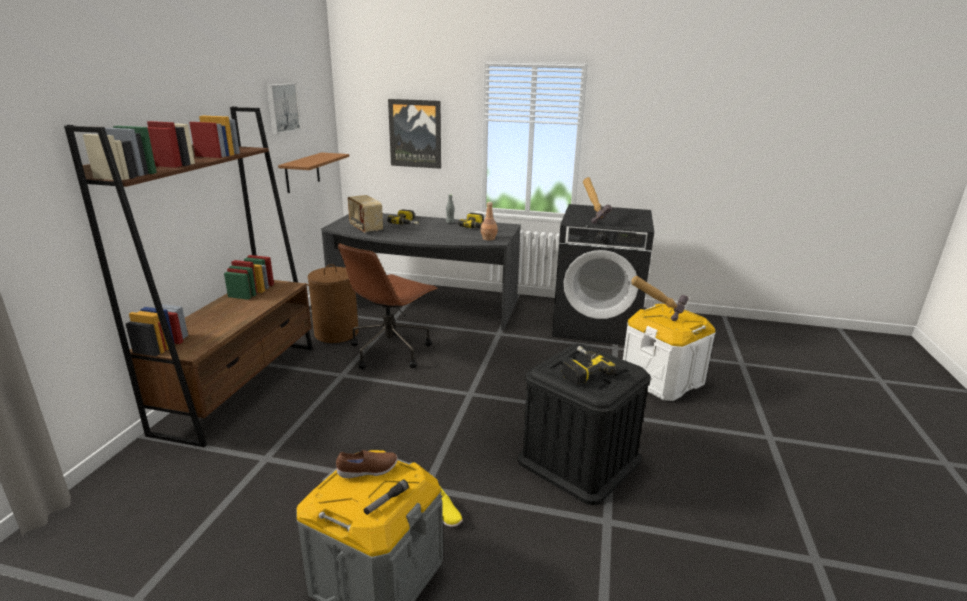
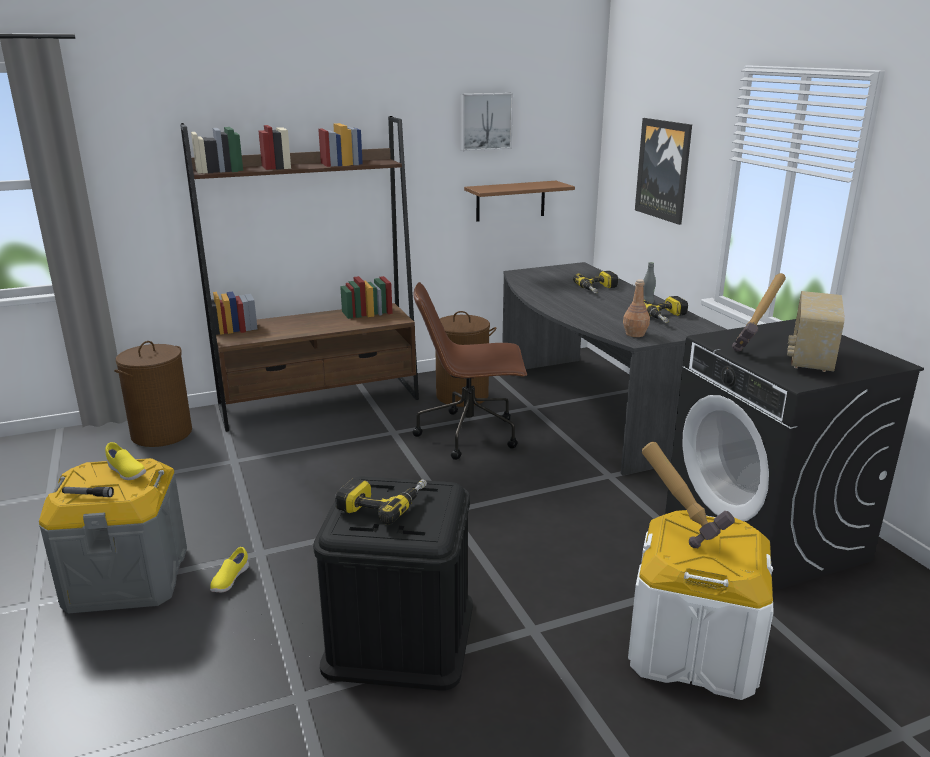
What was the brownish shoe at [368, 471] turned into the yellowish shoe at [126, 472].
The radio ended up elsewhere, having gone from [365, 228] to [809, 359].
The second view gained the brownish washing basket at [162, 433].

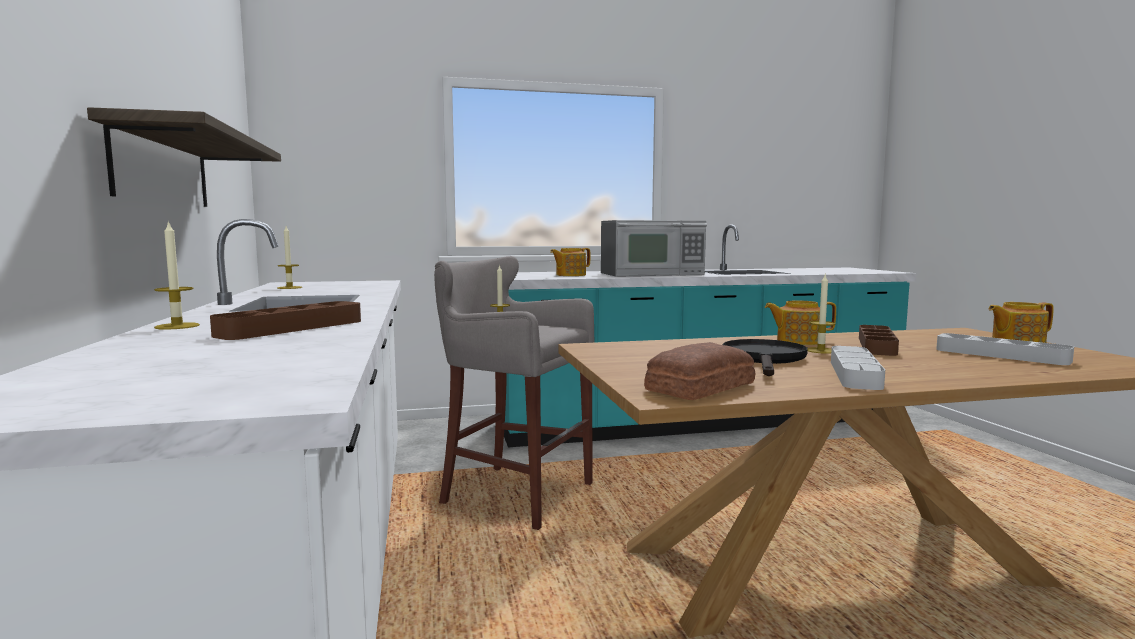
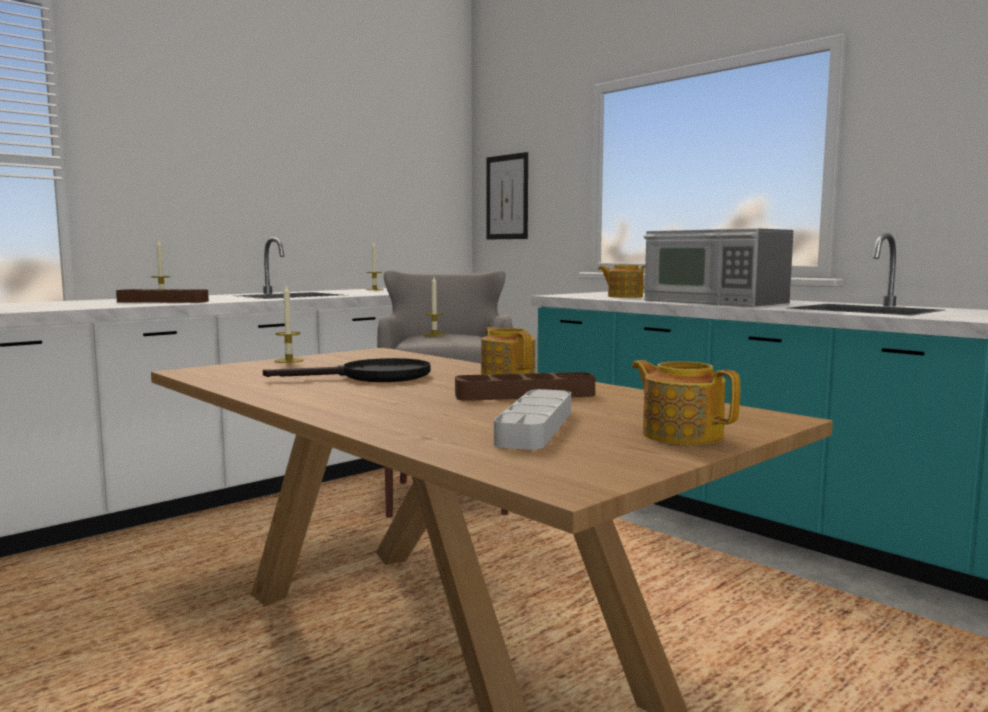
The second view lost the shelf at [163, 168].
The second view lost the bread at [697, 386].
The candle ended up elsewhere, having gone from [820, 350] to [289, 361].
The second view lost the gray serving tray at [855, 374].
The second view gained the wall picture at [507, 197].

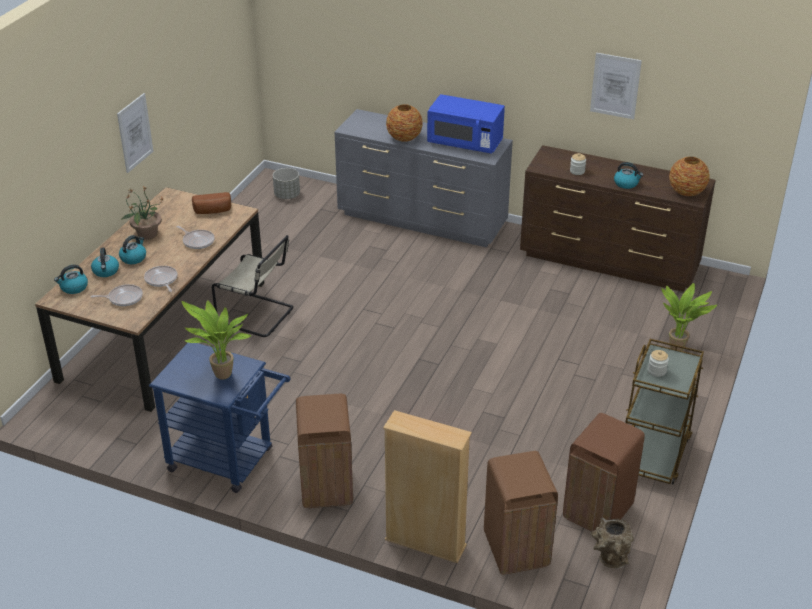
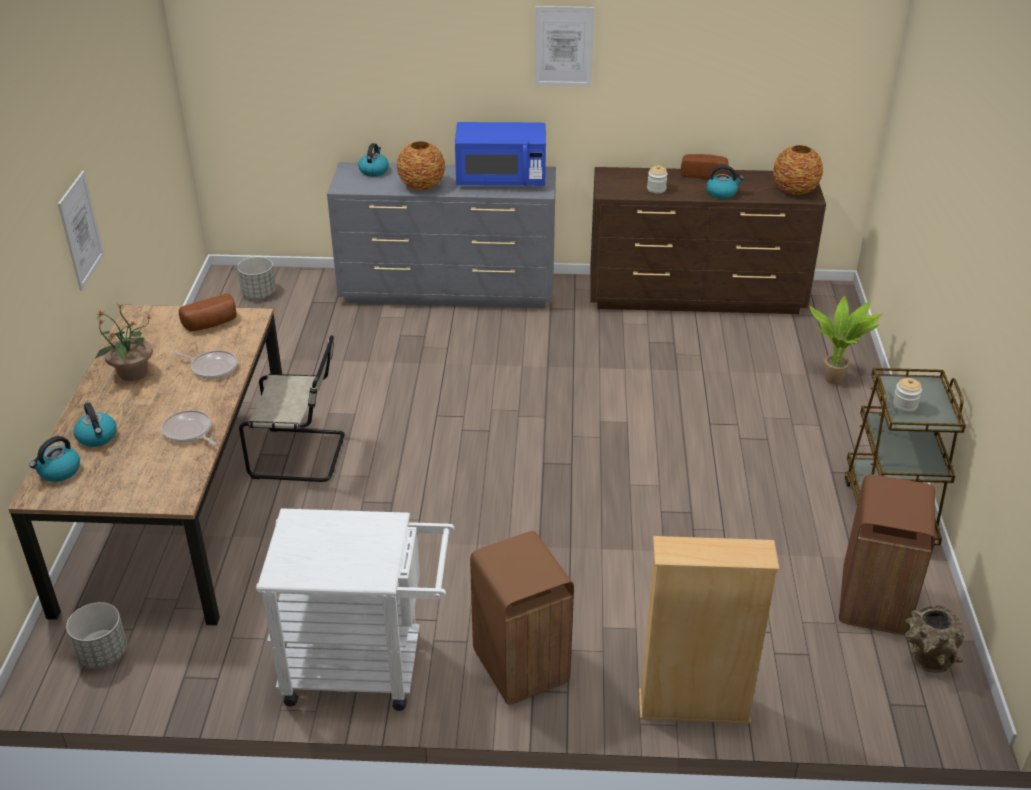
The second view lost the skillet at [123, 298].
The kettle ended up elsewhere, having gone from [133, 258] to [374, 171].
What was the bluish trolley at [229, 461] turned into the white-coloured trolley at [366, 668].
The second view lost the houseplant at [221, 377].
The second view lost the brownish trash can at [515, 549].
The wall picture ended up elsewhere, having gone from [615, 86] to [563, 46].
The second view gained the gray planter at [102, 653].
The second view gained the bread at [703, 174].

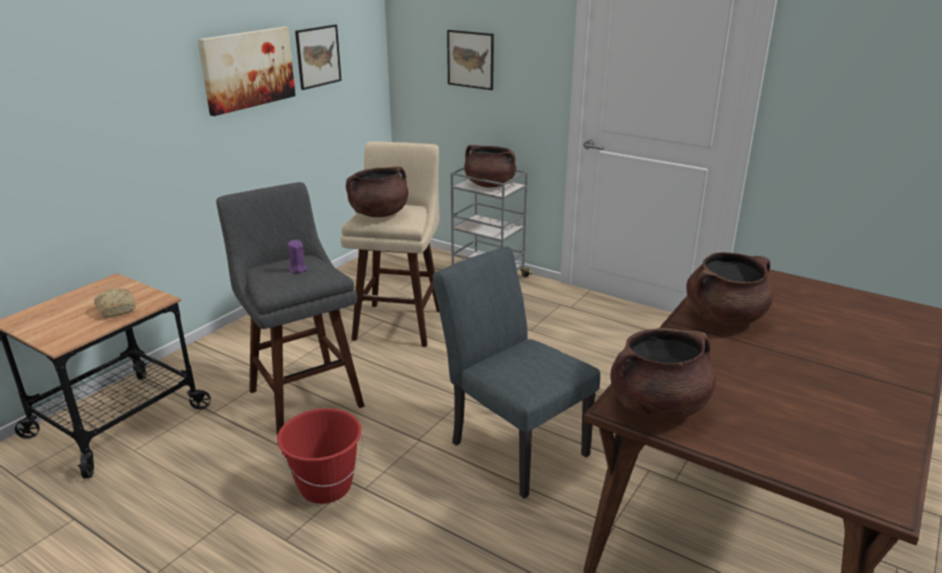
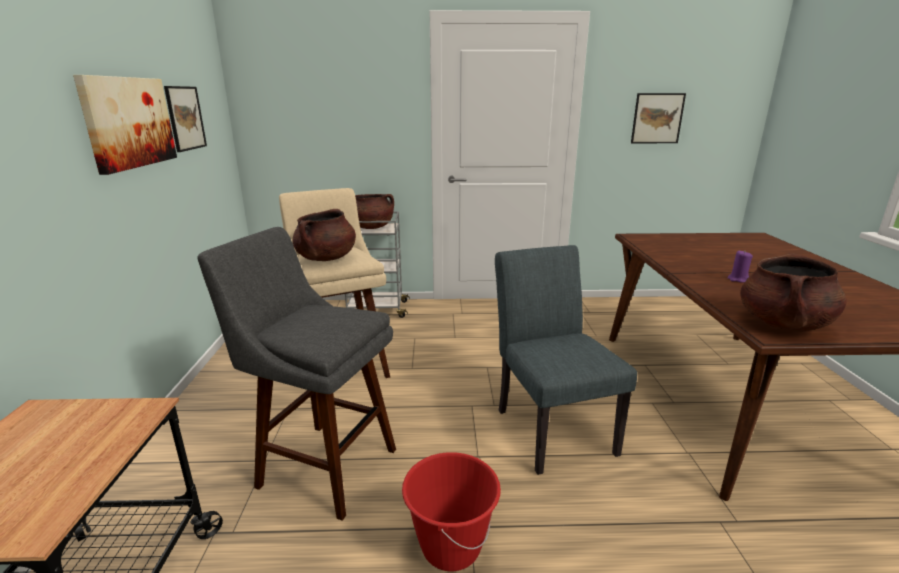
The second view lost the bread at [117, 309].
The purple candle ended up elsewhere, having gone from [297, 269] to [737, 279].
The gray chair at [511, 444] ended up facing another way, 60 degrees clockwise from before.
The wall picture ended up elsewhere, having gone from [470, 59] to [657, 118].
The second view lost the brownish cooking pot at [724, 317].

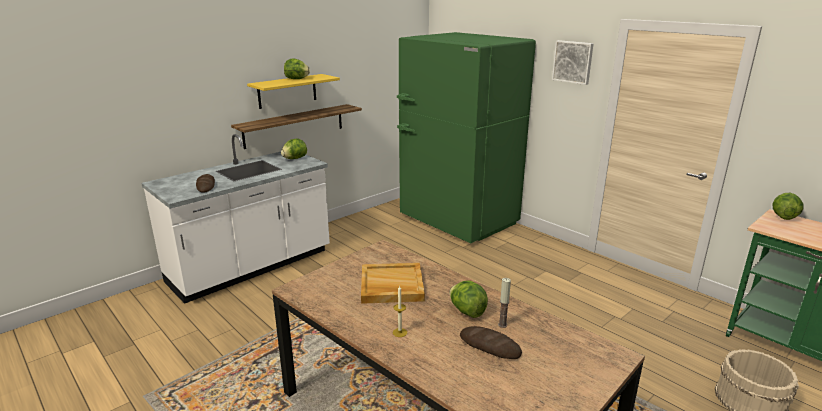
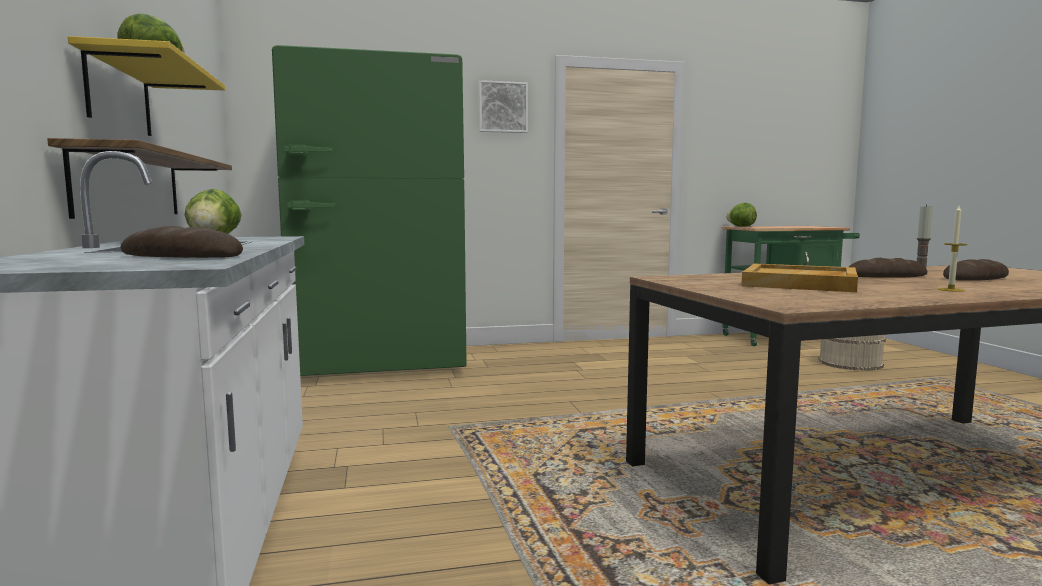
Where the lettuce head stood at [467, 311], the bread came to stand at [886, 276].

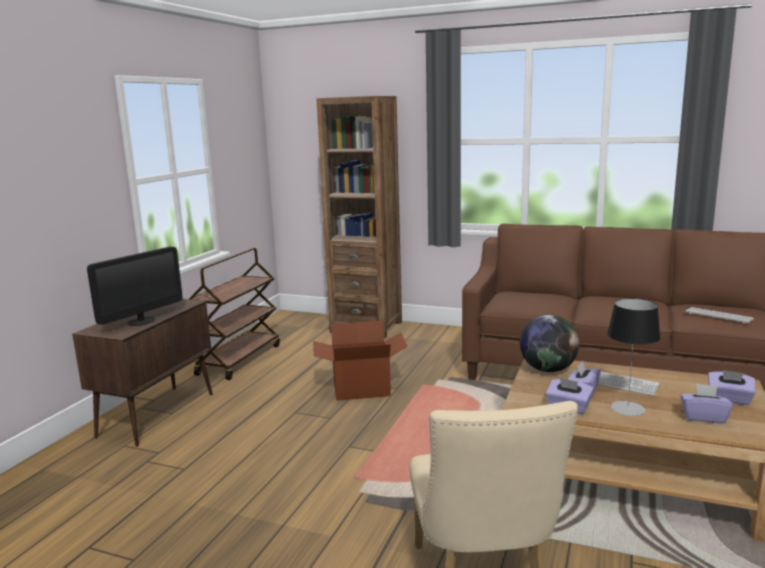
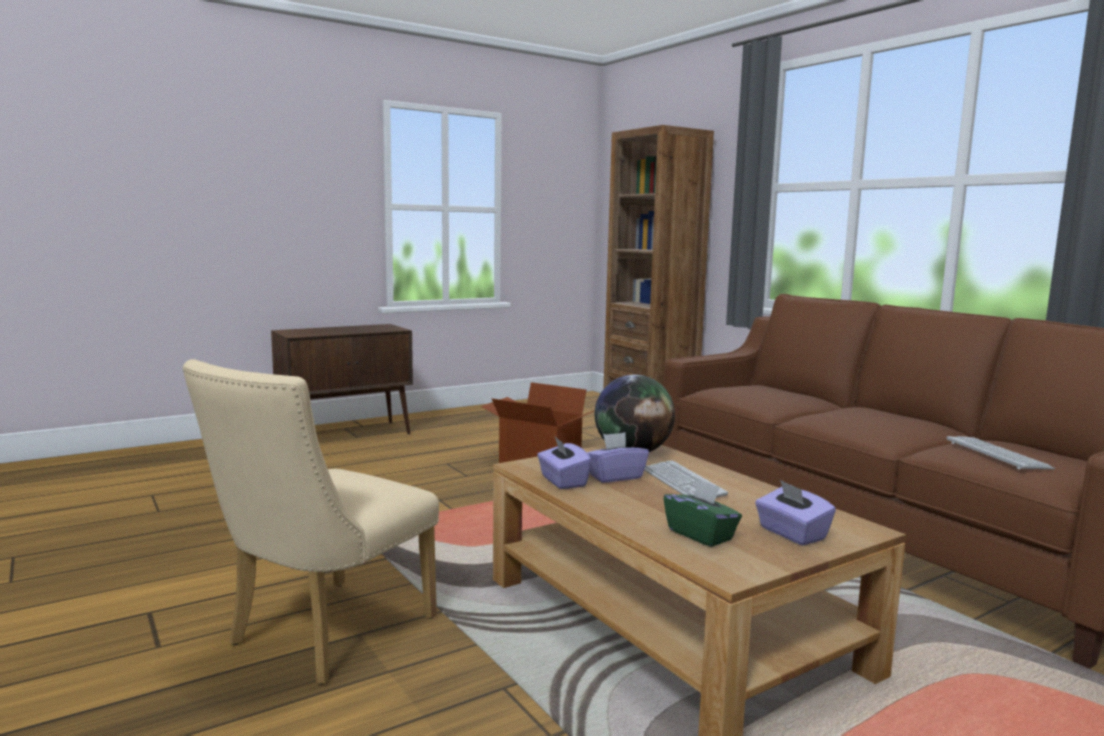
The second view lost the computer display at [141, 321].
The second view lost the brownish trolley at [239, 359].
The second view lost the table lamp at [627, 408].
What was the purple box of tissues at [703, 417] turned into the green-coloured box of tissues at [701, 535].

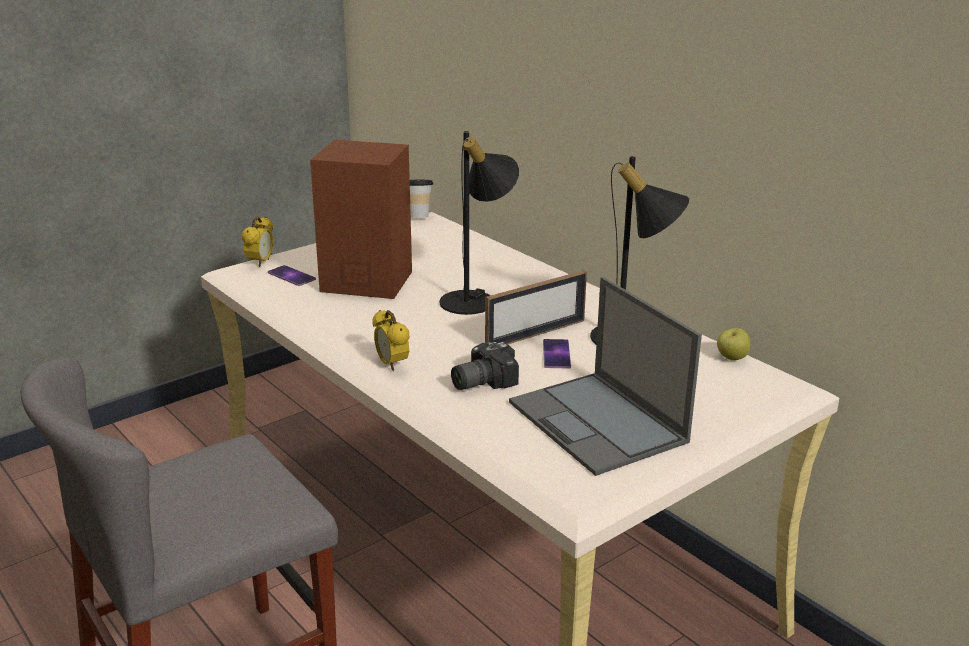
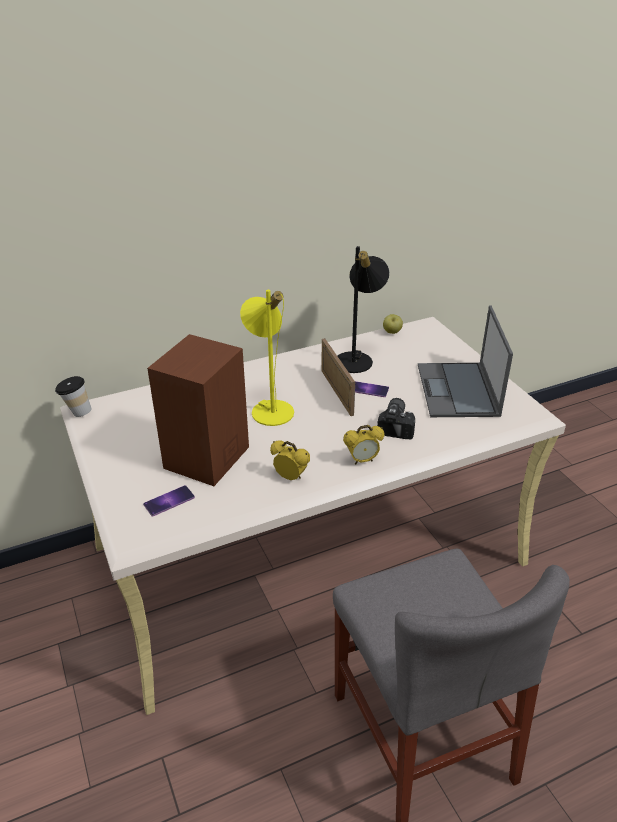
The alarm clock ended up elsewhere, having gone from [260, 262] to [290, 477].
What was the black-coloured table lamp at [476, 300] turned into the yellowish table lamp at [270, 408].
The still camera at [480, 381] ended up facing another way, 150 degrees counterclockwise from before.
The notebook computer at [599, 423] ended up facing another way, 105 degrees clockwise from before.

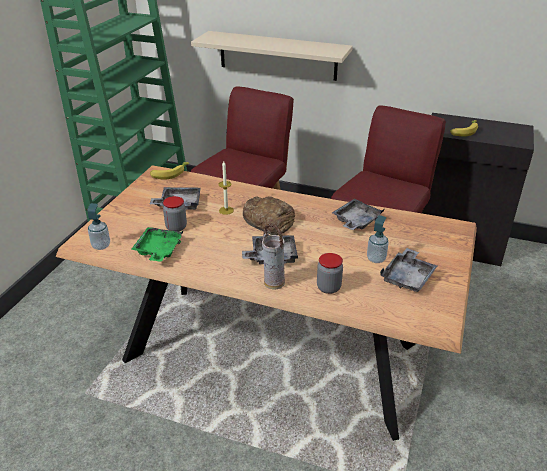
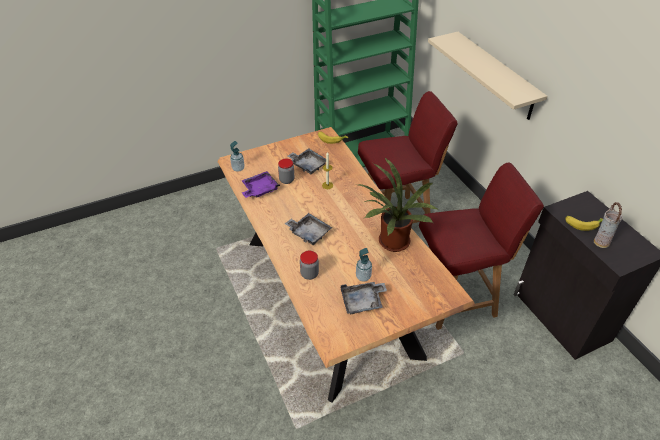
What was the green-coloured serving tray at [158, 250] turned into the purple serving tray at [259, 189].
The second view lost the bread at [269, 220].
The flower vase ended up elsewhere, having gone from [273, 283] to [600, 242].
Where the gray serving tray stood at [356, 221], the houseplant came to stand at [391, 243].

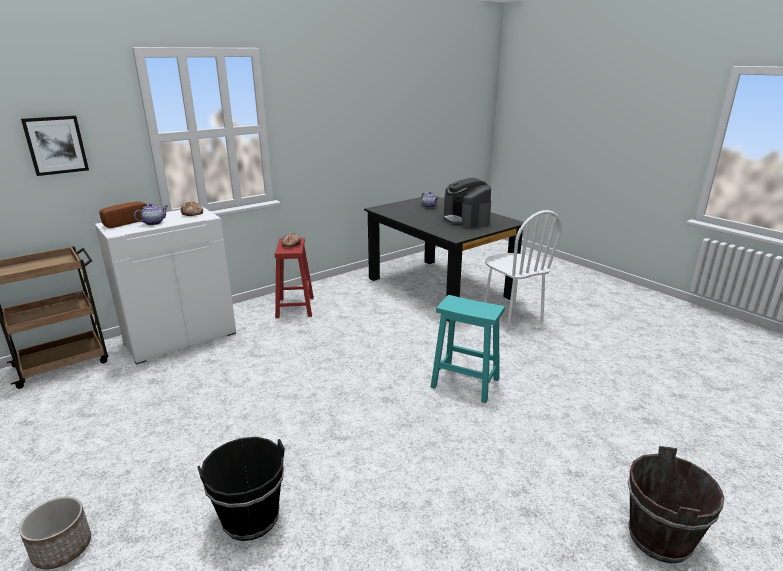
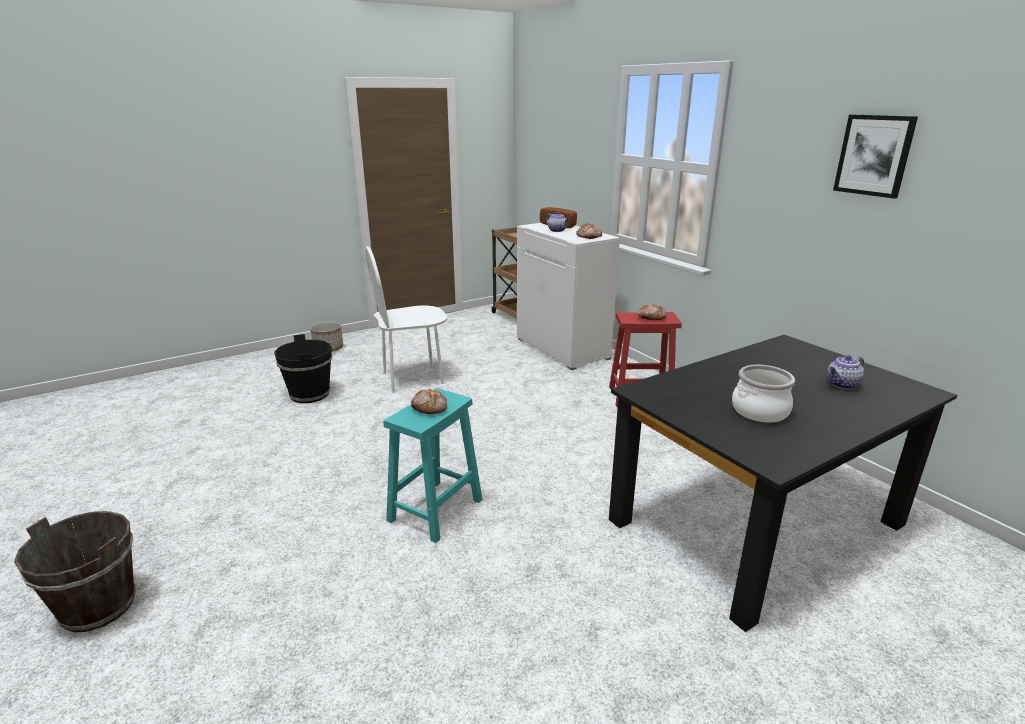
The wall picture ended up elsewhere, having gone from [56, 145] to [874, 155].
Where the coffee brewer stood at [466, 220], the cooking pot came to stand at [760, 411].
The white-coloured chair ended up elsewhere, having gone from [511, 317] to [413, 378].
The second view gained the bread at [430, 407].

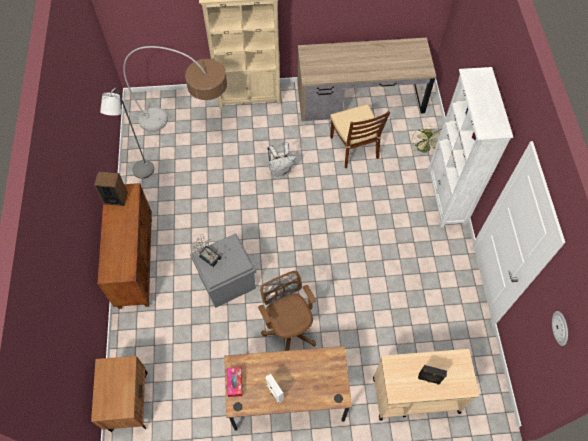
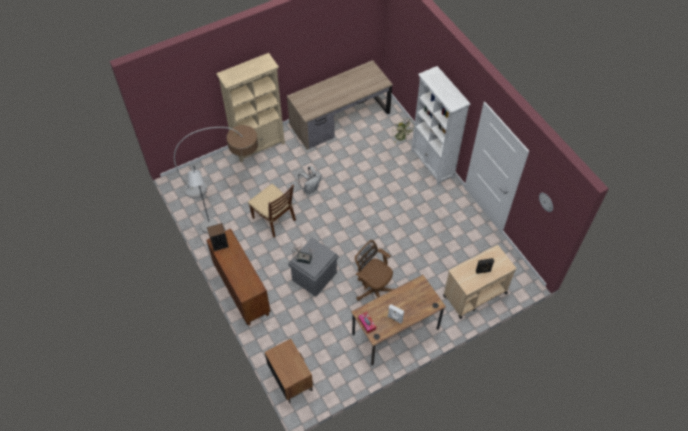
The brownish chair ended up elsewhere, having gone from [354, 148] to [274, 219].

